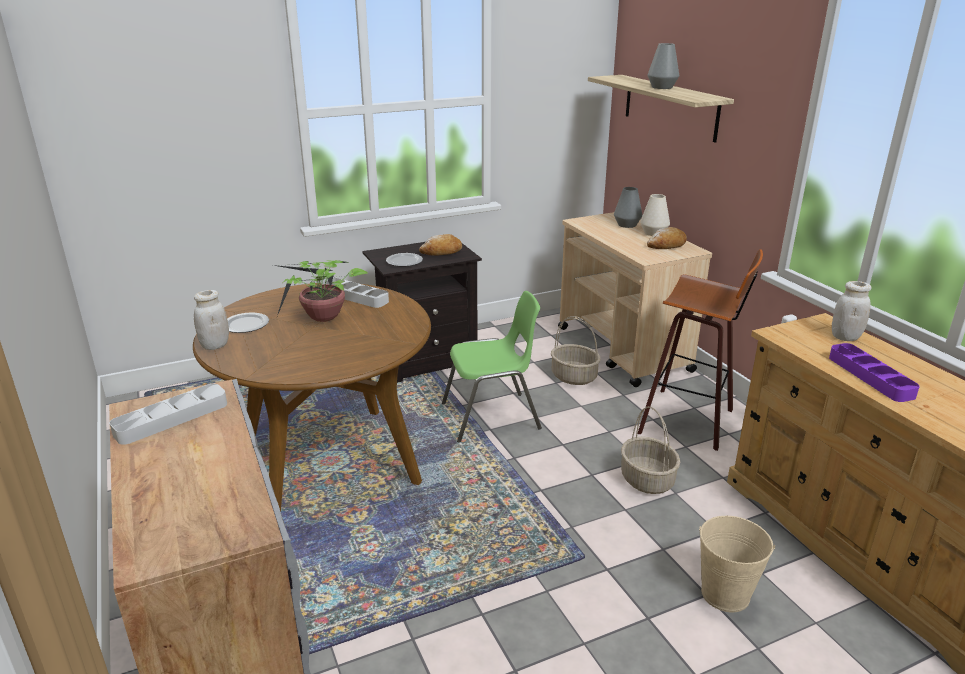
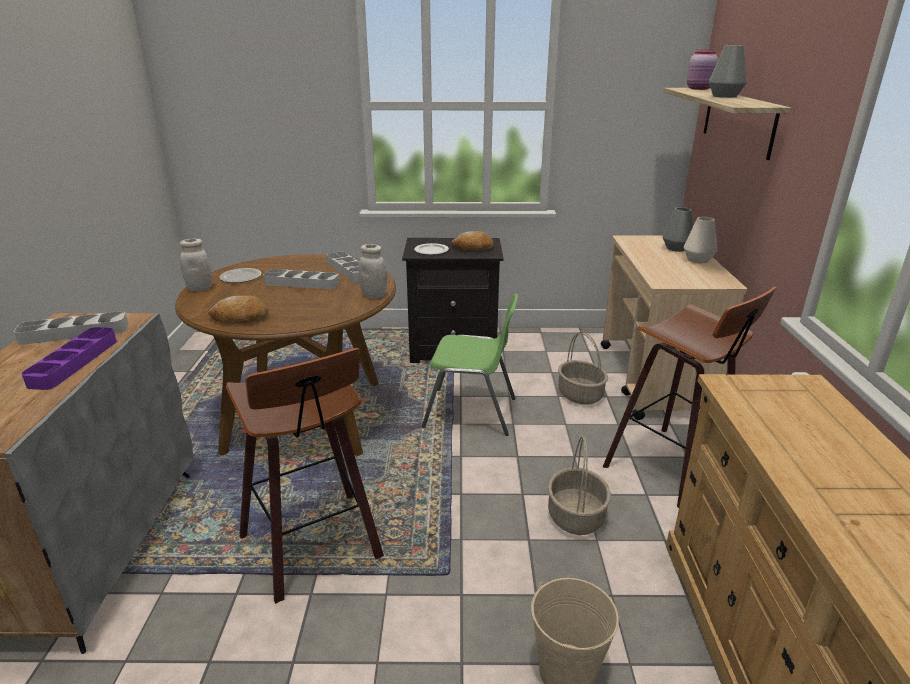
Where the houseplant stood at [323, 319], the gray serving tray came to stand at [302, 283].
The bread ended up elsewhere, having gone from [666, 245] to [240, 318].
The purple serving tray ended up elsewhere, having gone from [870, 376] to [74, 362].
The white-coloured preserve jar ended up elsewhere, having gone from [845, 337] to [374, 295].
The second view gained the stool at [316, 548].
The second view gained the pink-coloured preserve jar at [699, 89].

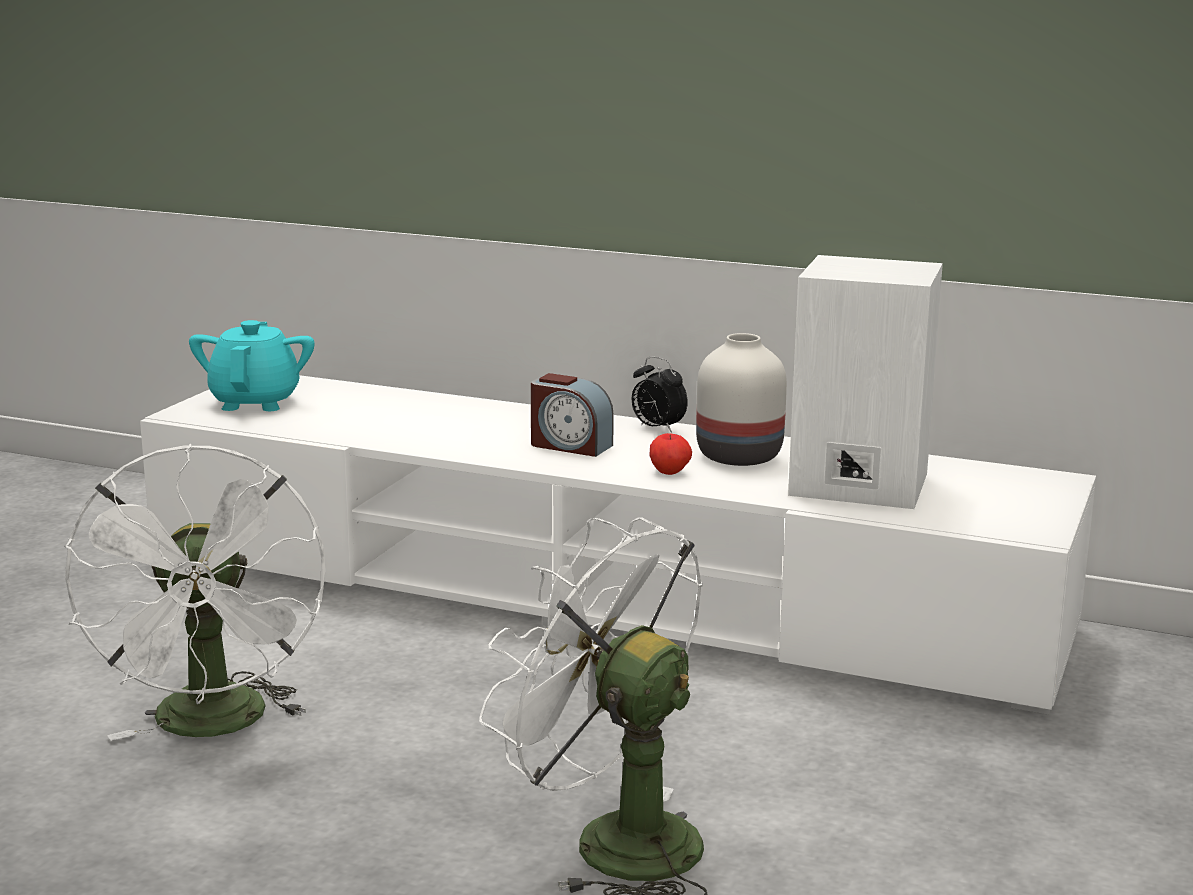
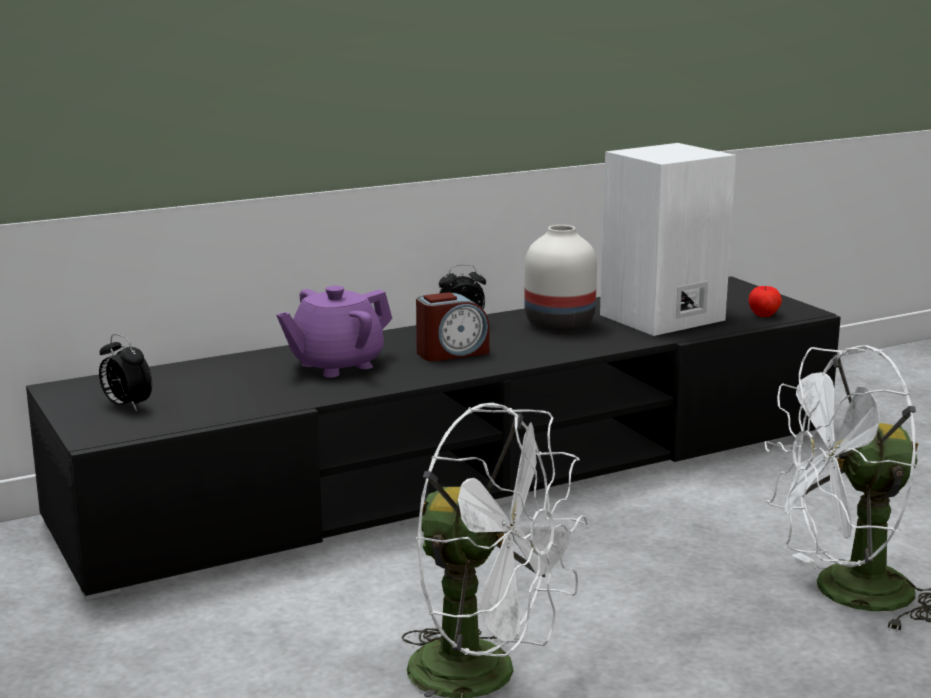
What was the white-coloured tv stand at [597, 592] turned into the black-coloured tv stand at [467, 473].
Where the blue-green pot for tea stood at [255, 402], the alarm clock came to stand at [126, 406].
The whole apple ended up elsewhere, having gone from [669, 472] to [764, 315].
The second view gained the purple pot for tea at [336, 365].

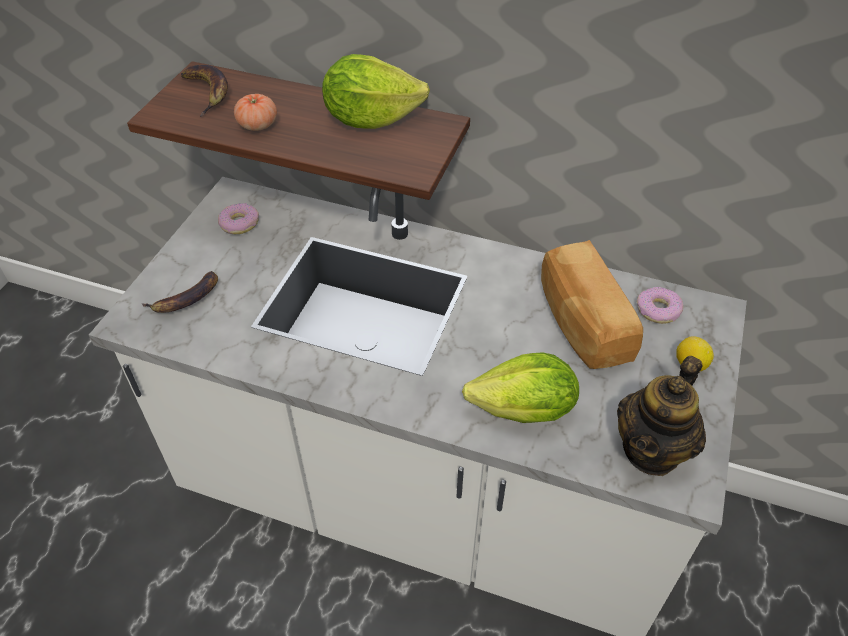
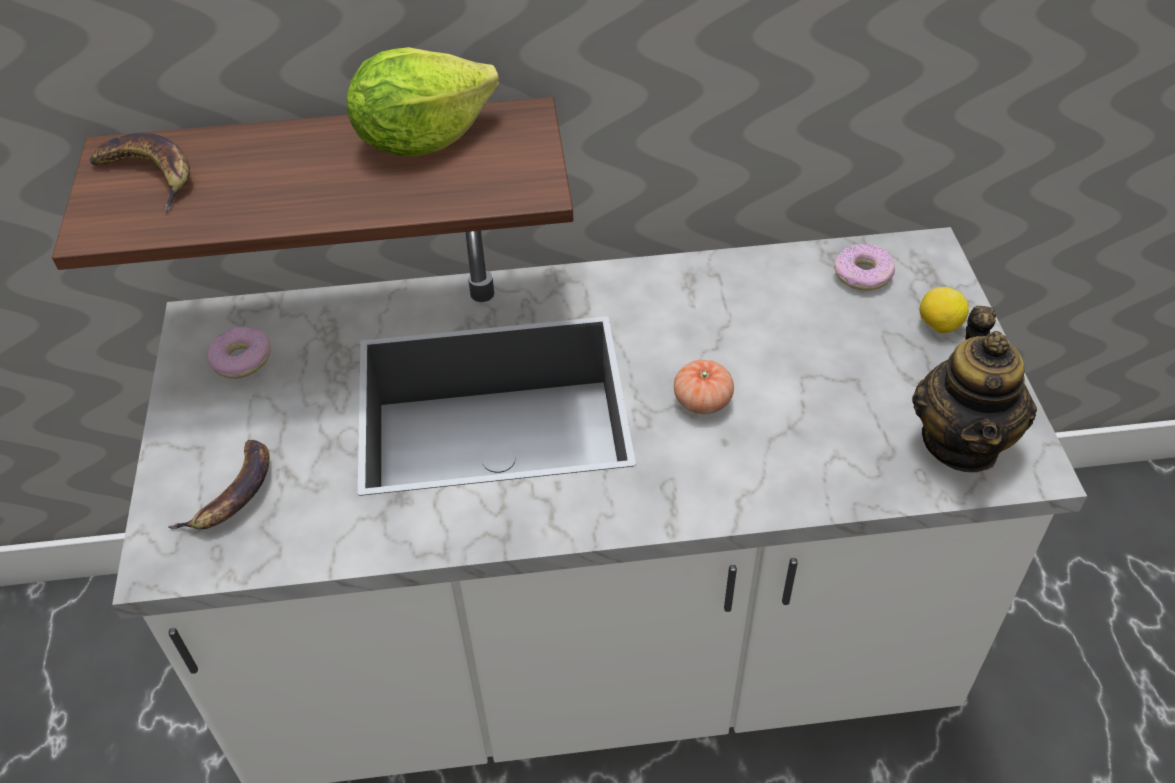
The fresh tomato ended up elsewhere, having gone from [257, 125] to [702, 401].
The second view lost the lettuce head at [524, 411].
The second view lost the bread at [581, 323].

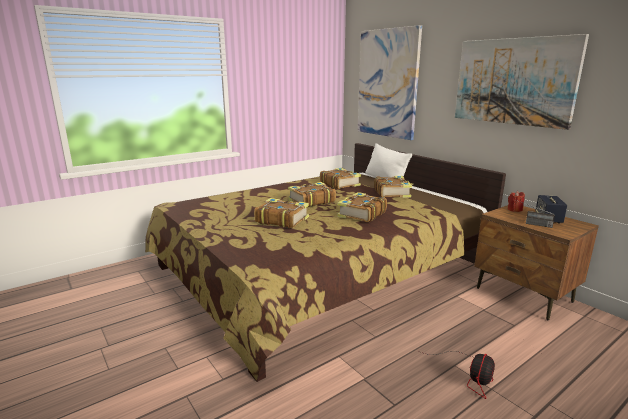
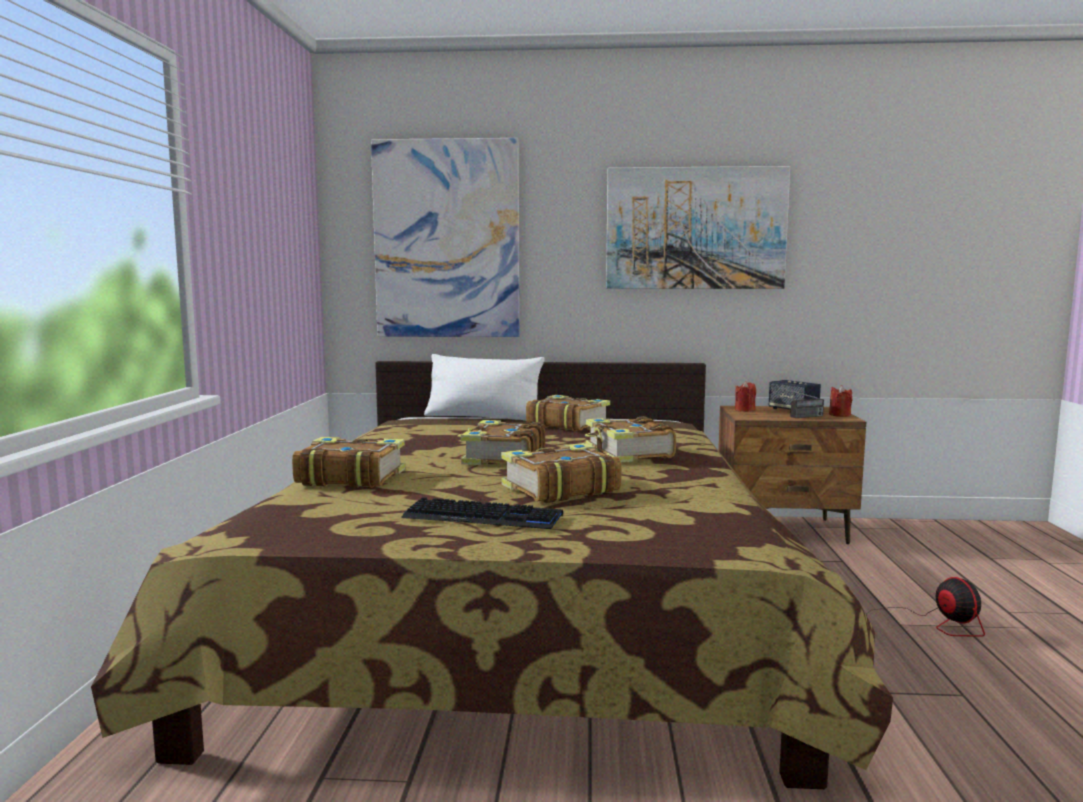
The book ended up elsewhere, having gone from [340, 184] to [349, 477].
The second view gained the PC keyboard at [483, 517].
The second view gained the red candle at [839, 415].

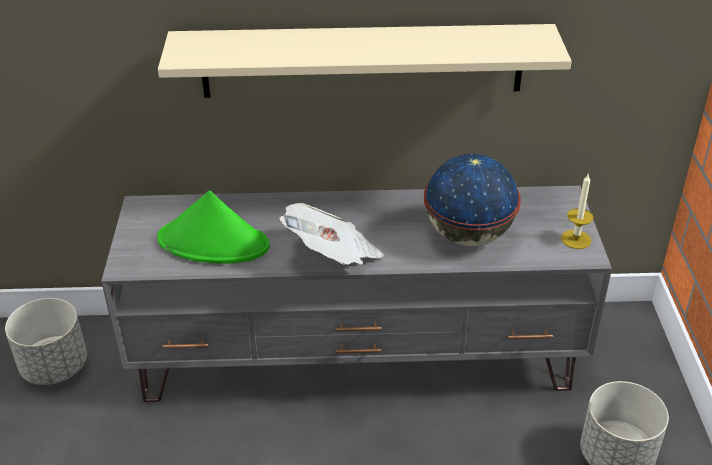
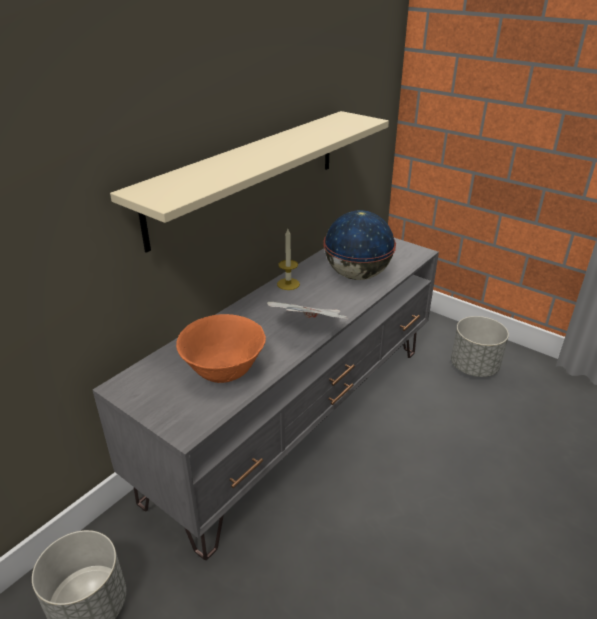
Where the green-coloured wearable hat stood at [214, 243], the orangey bowl came to stand at [224, 371].
The candle ended up elsewhere, having gone from [576, 239] to [288, 284].

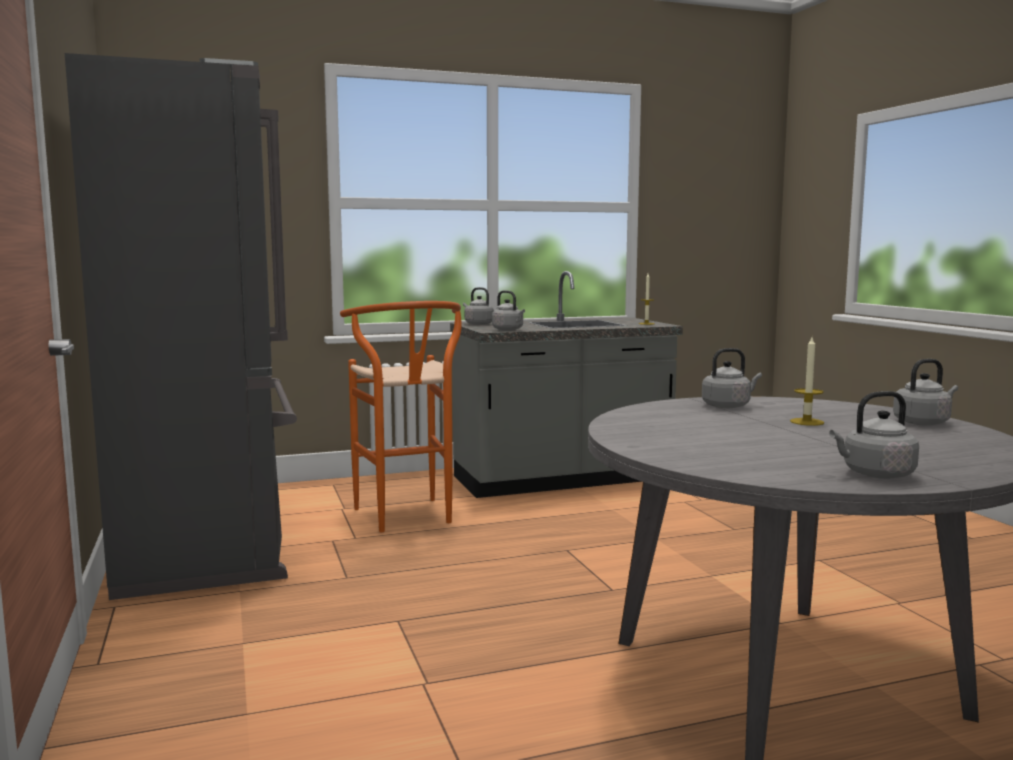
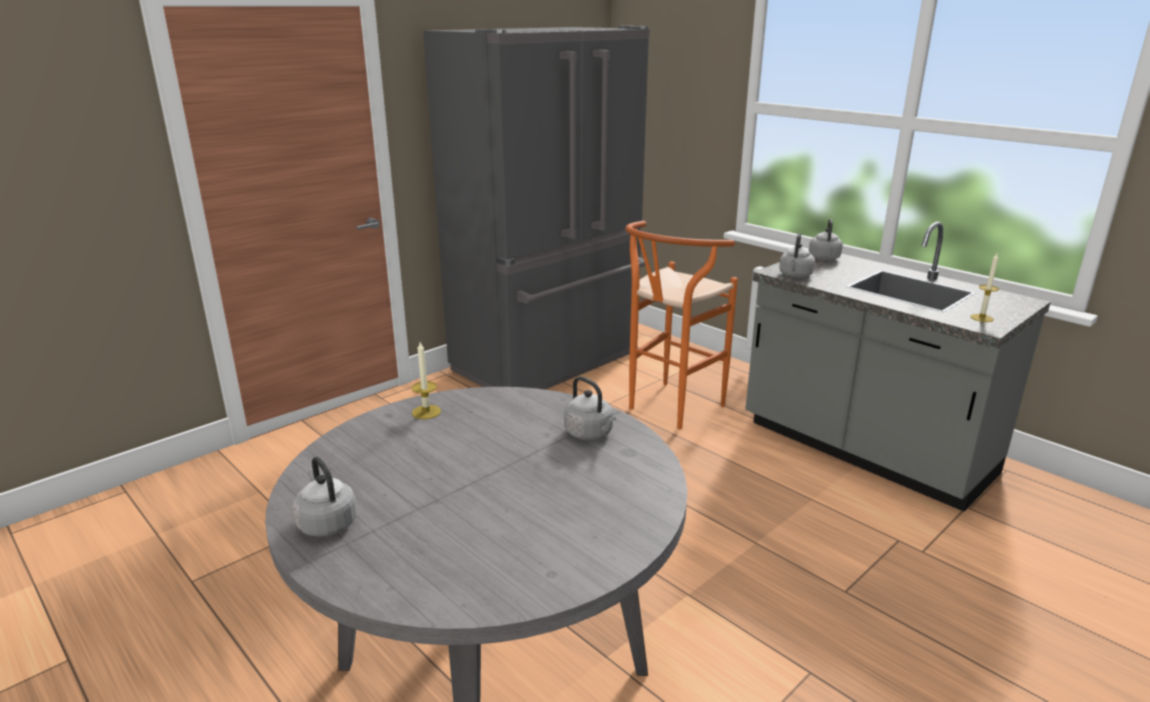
The candle ended up elsewhere, having gone from [807, 422] to [426, 412].
The second view lost the gray kettle at [923, 422].

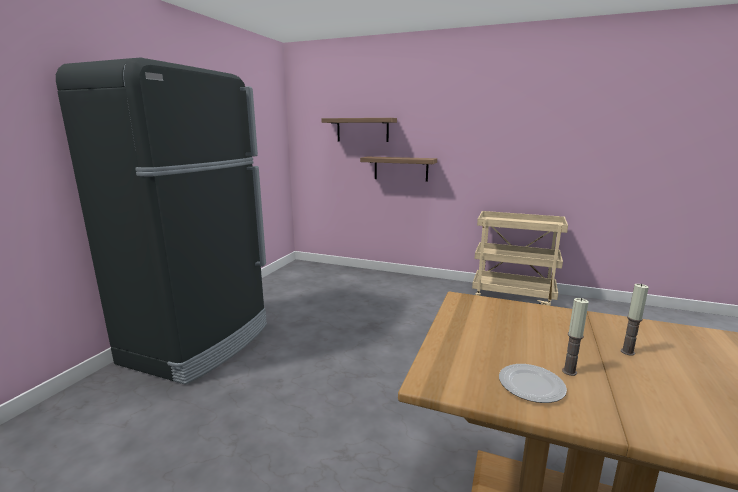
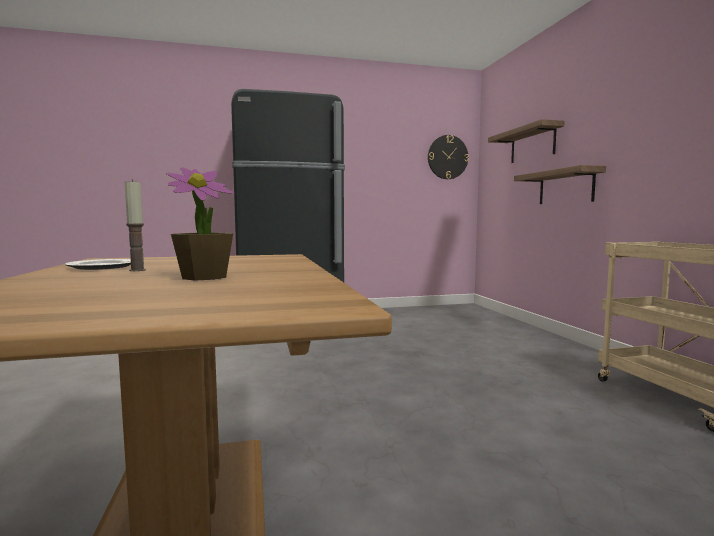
Where the candle stood at [627, 352], the houseplant came to stand at [205, 277].
The second view gained the wall clock at [447, 157].

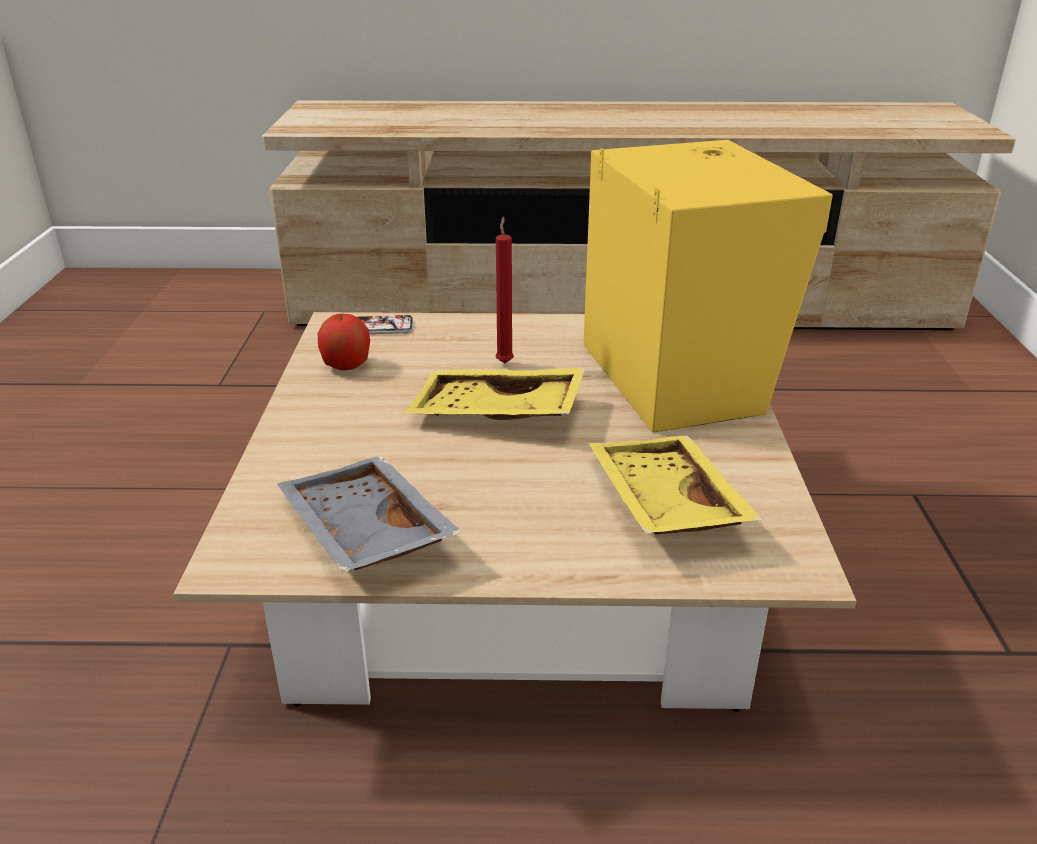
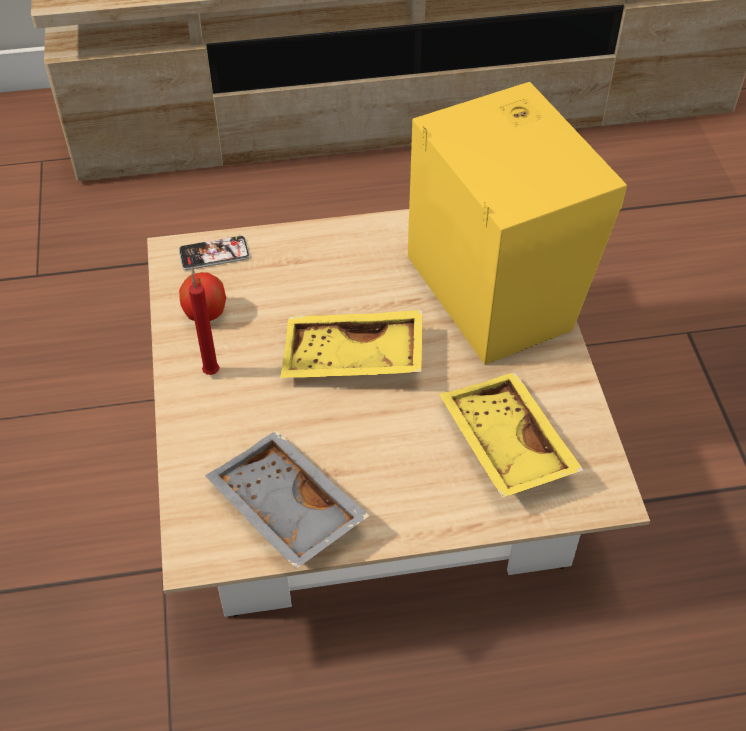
The red candle ended up elsewhere, having gone from [505, 362] to [211, 370].

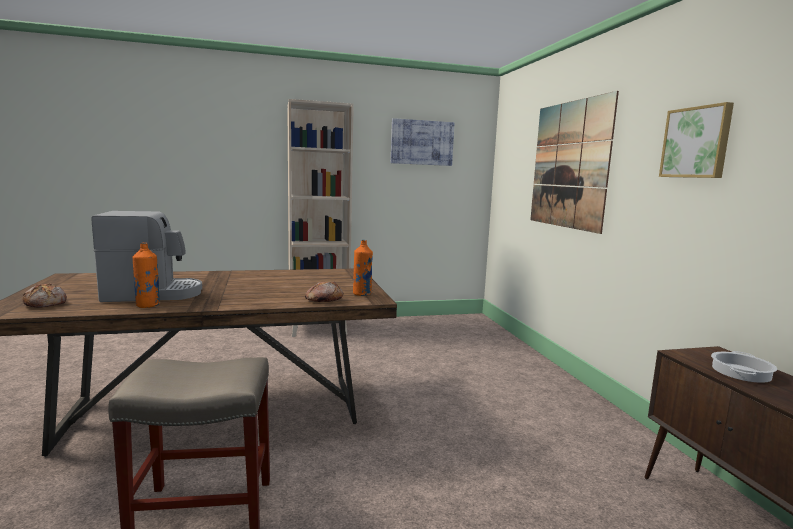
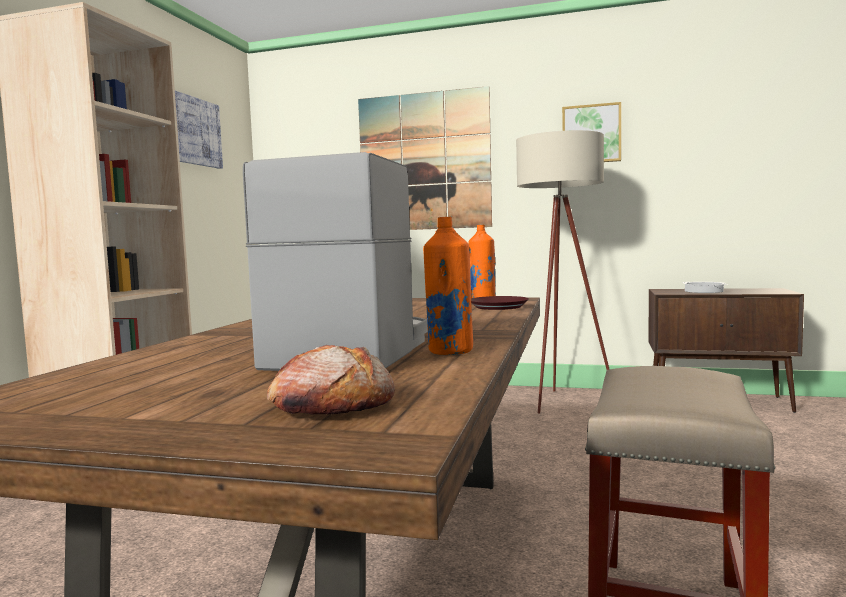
Where the bread stood at [324, 299], the brownish plate came to stand at [498, 307].
The second view gained the sand-coloured standing lamp at [562, 405].

